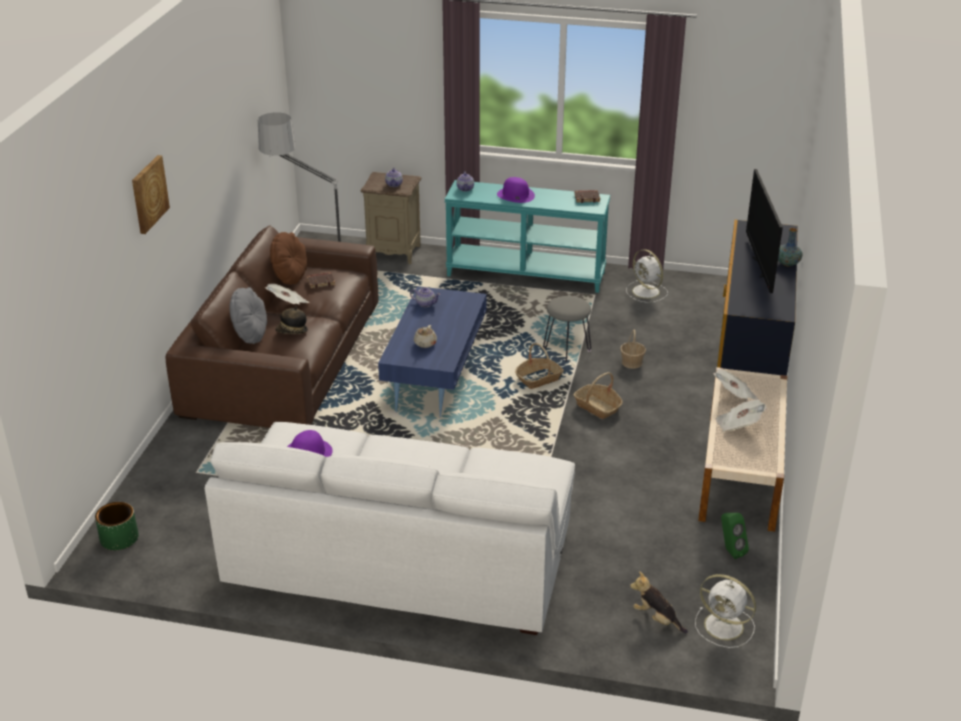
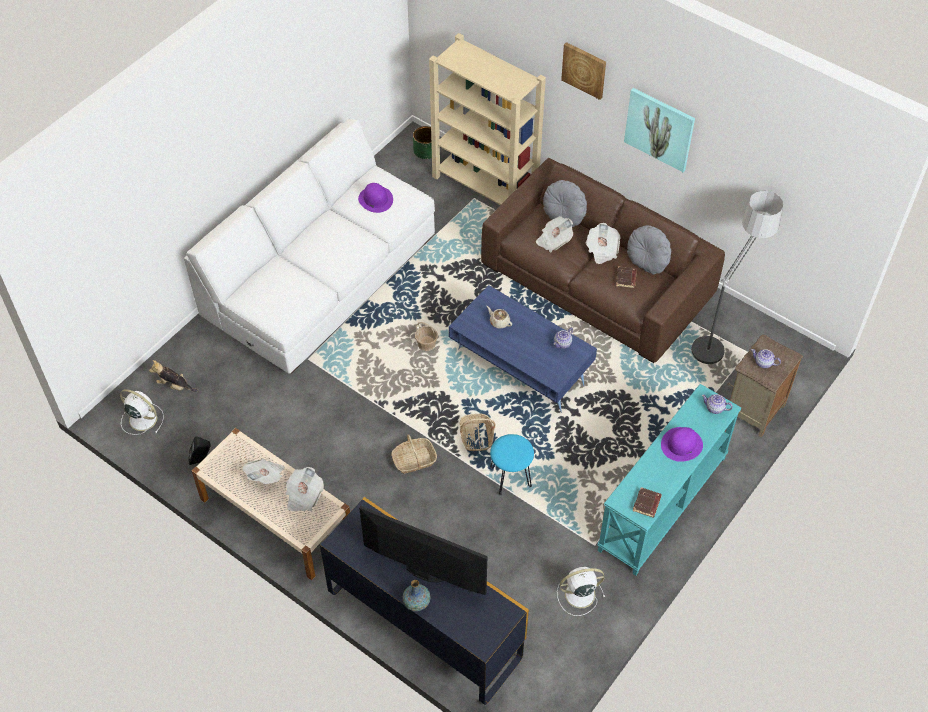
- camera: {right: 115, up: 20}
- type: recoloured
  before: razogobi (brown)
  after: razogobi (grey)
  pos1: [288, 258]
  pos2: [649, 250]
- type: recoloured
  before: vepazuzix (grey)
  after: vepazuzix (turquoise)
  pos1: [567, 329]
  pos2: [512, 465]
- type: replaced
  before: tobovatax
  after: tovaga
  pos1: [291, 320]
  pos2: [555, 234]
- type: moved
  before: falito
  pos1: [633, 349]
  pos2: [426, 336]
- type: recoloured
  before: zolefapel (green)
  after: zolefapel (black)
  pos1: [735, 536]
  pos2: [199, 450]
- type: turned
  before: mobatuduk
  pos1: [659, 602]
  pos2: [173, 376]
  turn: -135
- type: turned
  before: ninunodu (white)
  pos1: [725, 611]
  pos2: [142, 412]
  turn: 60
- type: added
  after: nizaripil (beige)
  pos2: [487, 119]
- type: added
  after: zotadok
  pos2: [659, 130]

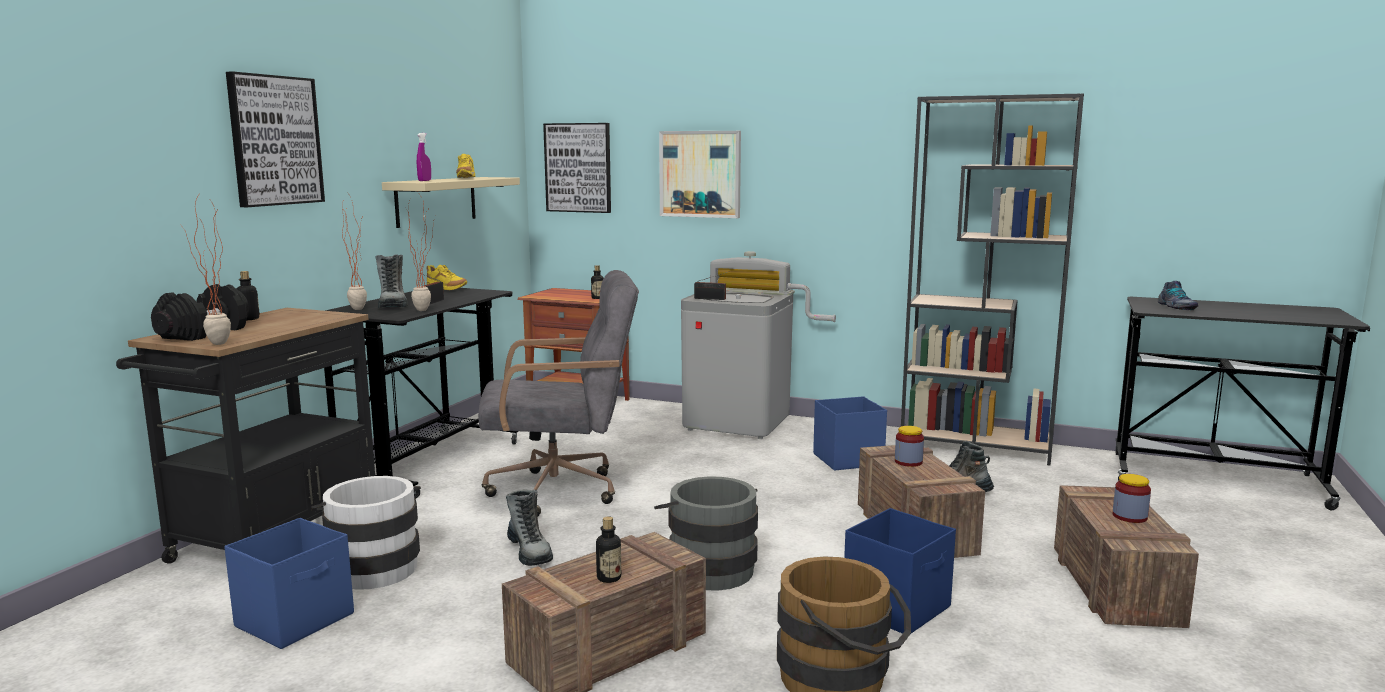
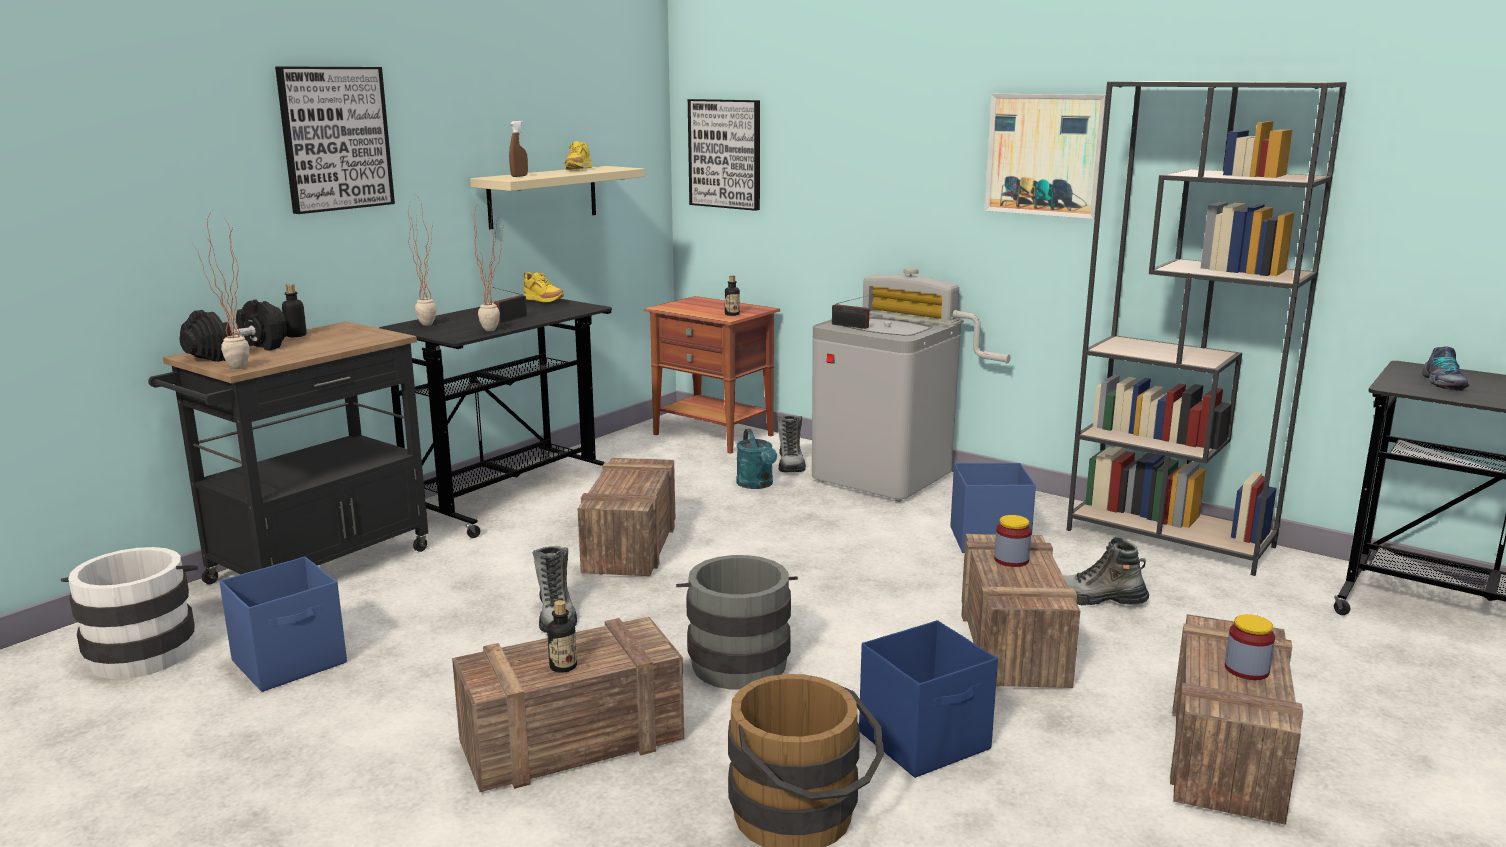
- camera: {right: 15, up: 5}
- type: moved
  before: zotadok
  pos1: [700, 174]
  pos2: [1045, 156]
- type: recoloured
  before: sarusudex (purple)
  after: sarusudex (brown)
  pos1: [424, 157]
  pos2: [518, 149]
- type: moved
  before: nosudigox
  pos1: [391, 281]
  pos2: [791, 443]
- type: replaced
  before: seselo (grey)
  after: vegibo
  pos1: [558, 393]
  pos2: [626, 517]
- type: moved
  before: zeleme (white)
  pos1: [366, 533]
  pos2: [129, 613]
- type: added
  after: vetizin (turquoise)
  pos2: [756, 459]

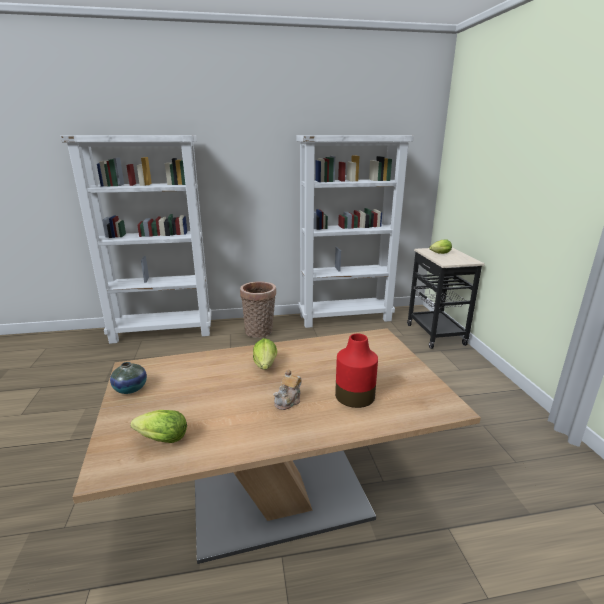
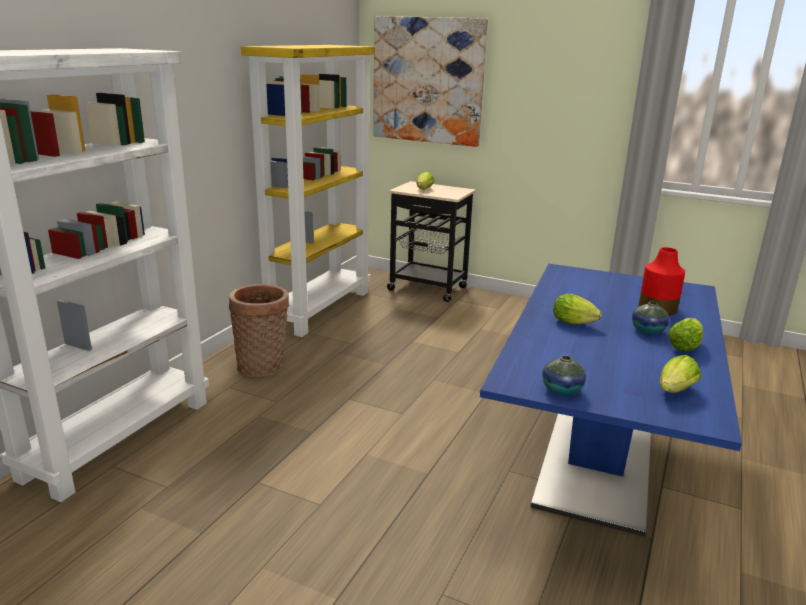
- camera: {right: -55, up: 0}
- type: recoloured
  before: nizaripil (white)
  after: nizaripil (yellow)
  pos1: [355, 231]
  pos2: [308, 191]
- type: recoloured
  before: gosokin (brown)
  after: gosokin (blue)
  pos1: [277, 446]
  pos2: [611, 400]
- type: replaced
  before: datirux
  after: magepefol
  pos1: [287, 390]
  pos2: [650, 317]
- type: added
  after: zotadok
  pos2: [430, 81]
- type: added
  after: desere
  pos2: [685, 334]

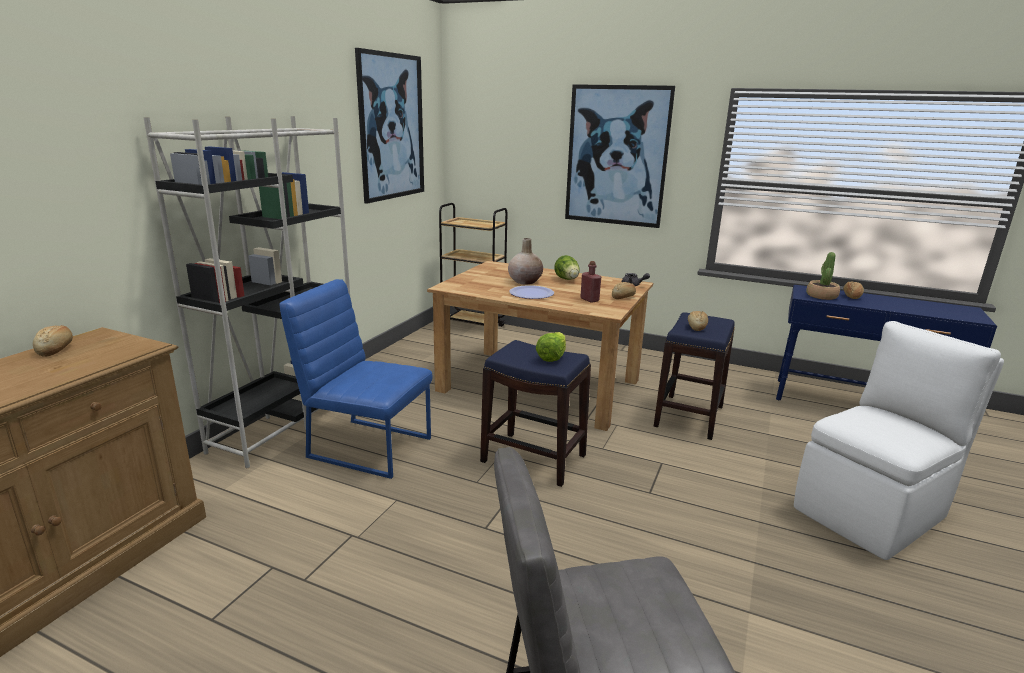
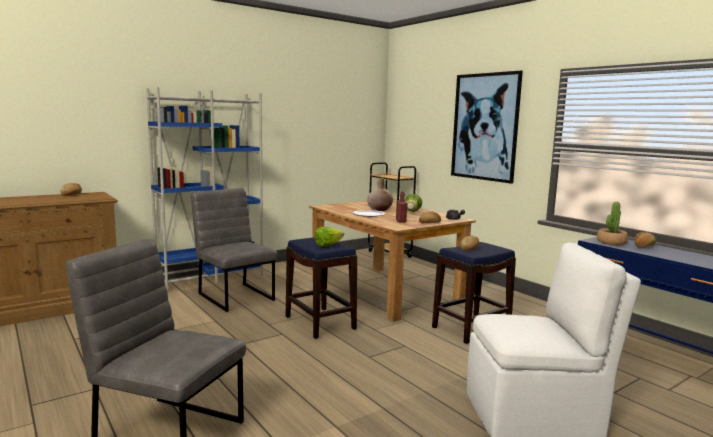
- camera: {right: 30, up: -10}
- type: removed
  before: zotadok
  pos1: [389, 126]
- type: recoloured
  before: nizaripil (black)
  after: nizaripil (blue)
  pos1: [246, 292]
  pos2: [204, 190]
- type: recoloured
  before: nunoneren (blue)
  after: nunoneren (grey)
  pos1: [356, 379]
  pos2: [234, 250]

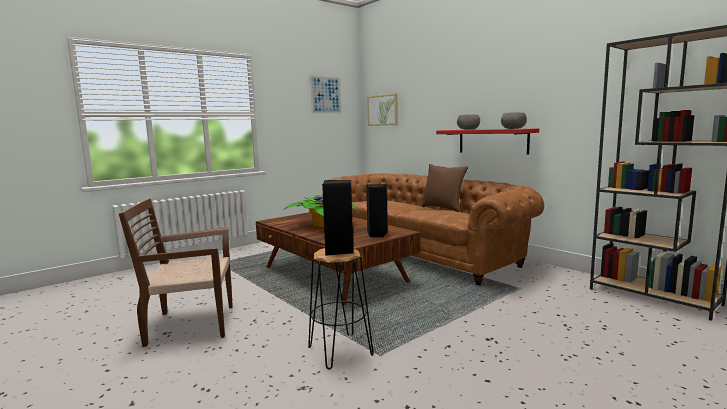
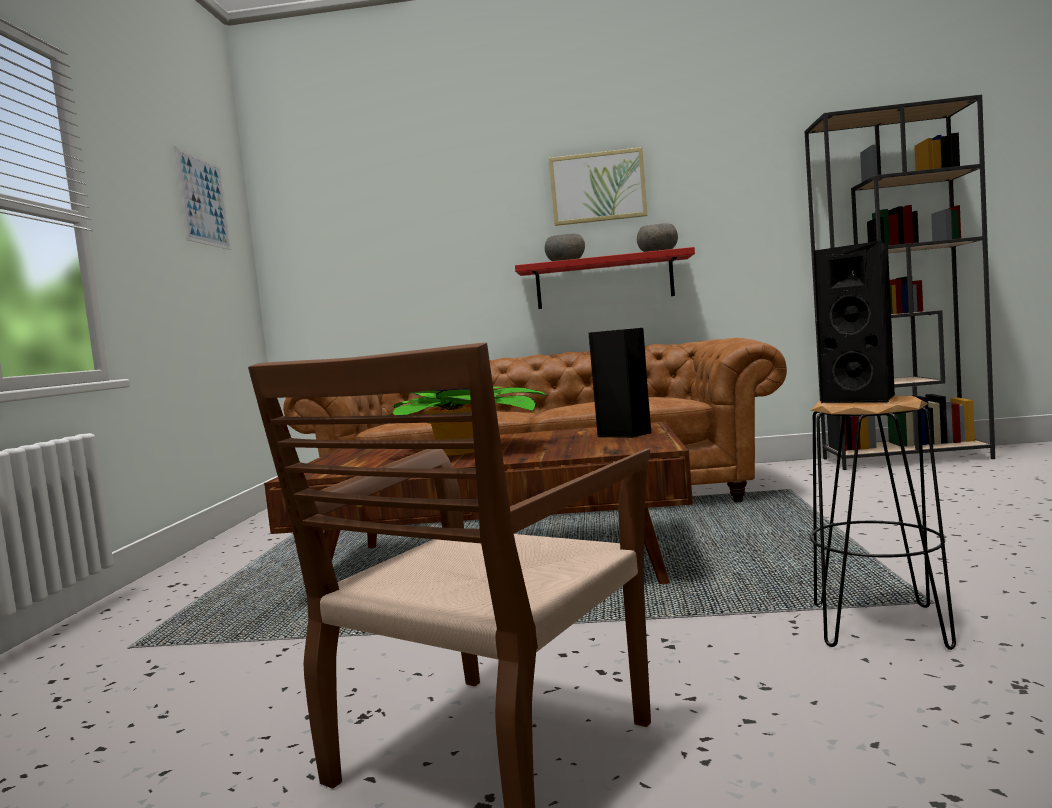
- camera: {right: -45, up: -5}
- type: moved
  before: zotadok
  pos1: [382, 109]
  pos2: [598, 186]
- type: removed
  before: razogobi (brown)
  pos1: [444, 188]

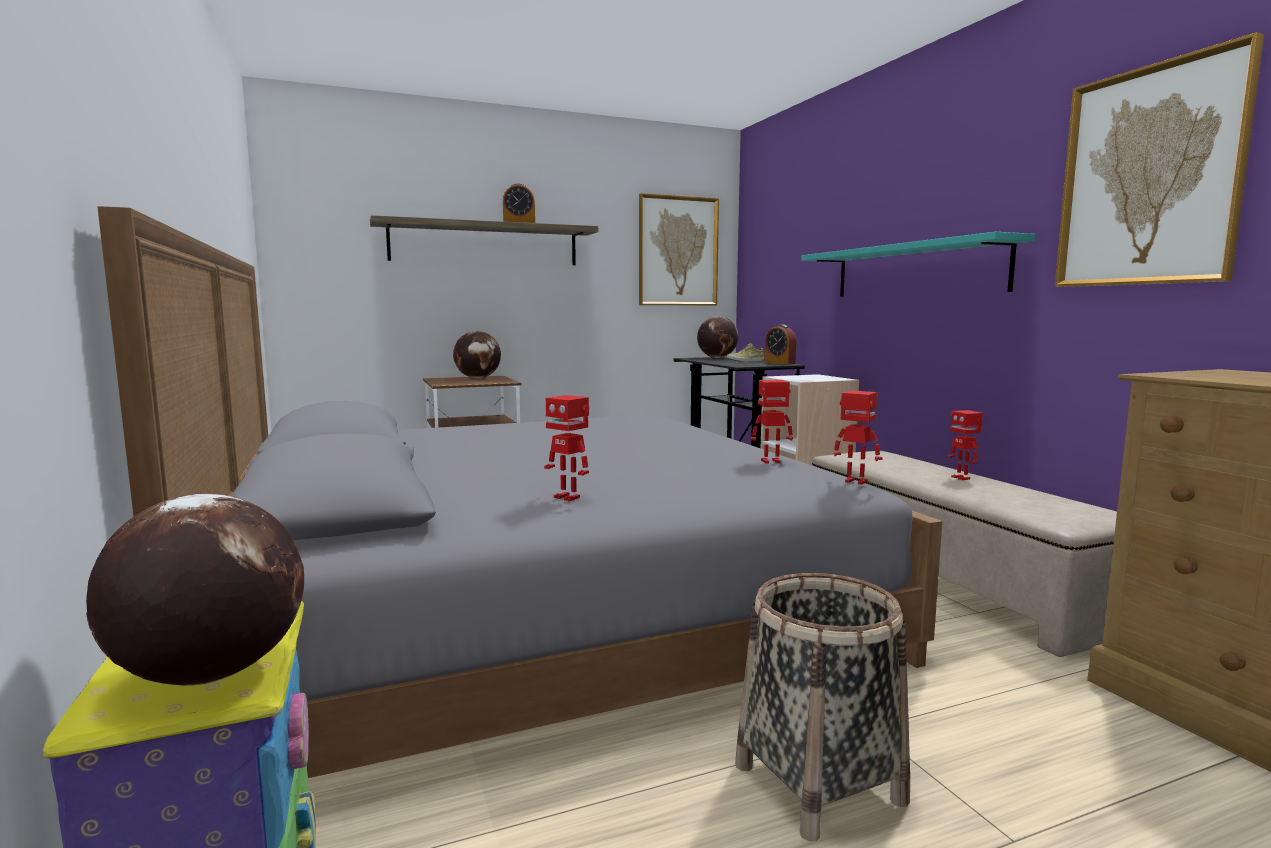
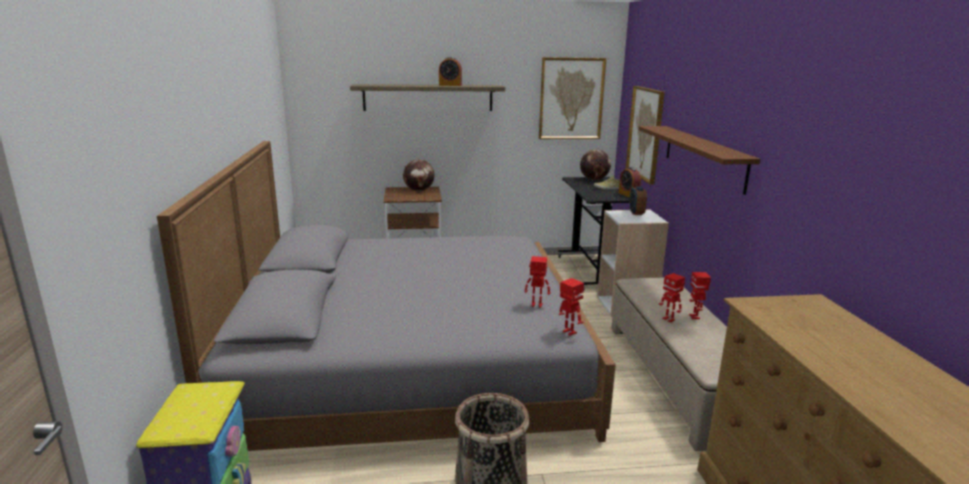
- camera: {right: 15, up: 10}
- type: moved
  before: zotadok
  pos1: [1159, 159]
  pos2: [645, 135]
- type: recoloured
  before: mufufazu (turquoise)
  after: mufufazu (brown)
  pos1: [918, 264]
  pos2: [699, 160]
- type: moved
  before: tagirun
  pos1: [566, 448]
  pos2: [672, 298]
- type: removed
  before: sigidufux
  pos1: [195, 590]
- type: added
  after: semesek
  pos2: [638, 200]

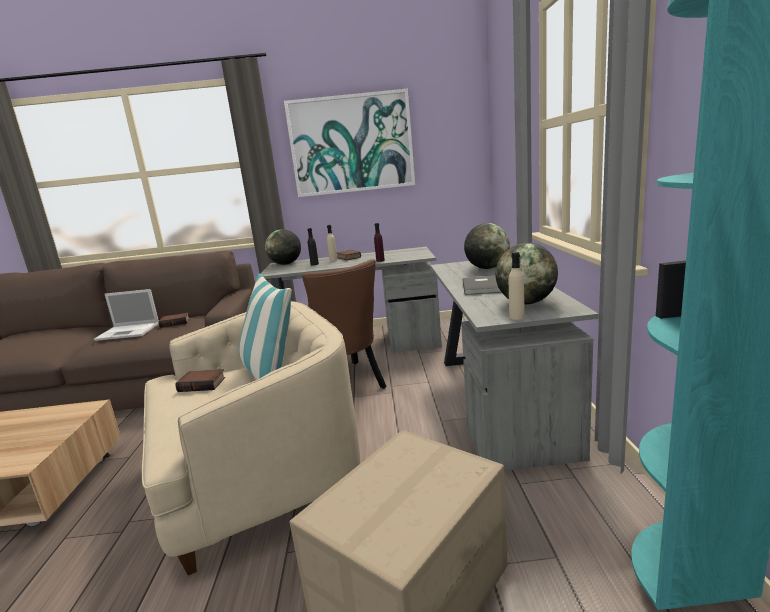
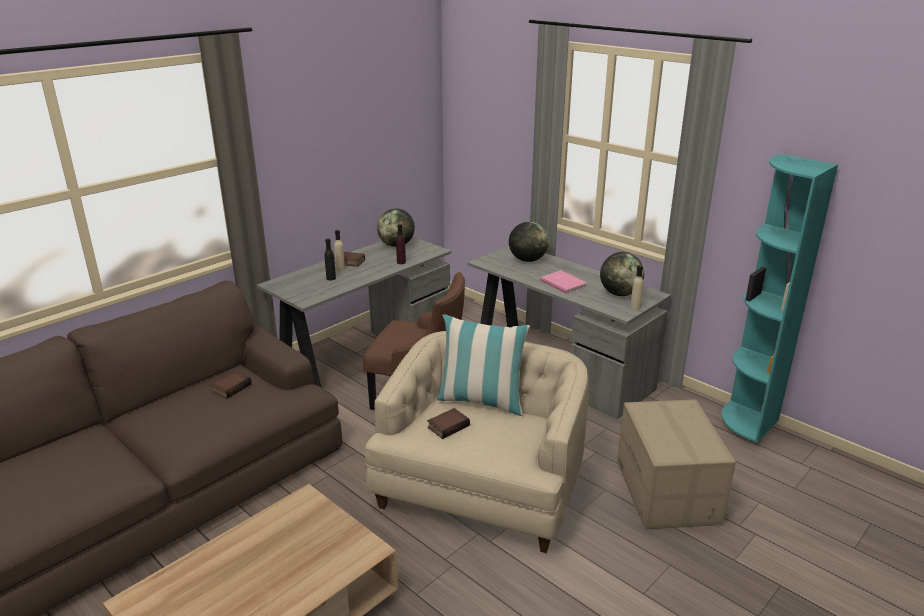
- camera: {right: -45, up: 10}
- type: removed
  before: zotadok
  pos1: [349, 143]
- type: moved
  before: sigidufux
  pos1: [283, 247]
  pos2: [396, 228]
- type: recoloured
  before: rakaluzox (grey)
  after: rakaluzox (pink)
  pos1: [482, 285]
  pos2: [563, 282]
- type: removed
  before: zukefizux
  pos1: [126, 315]

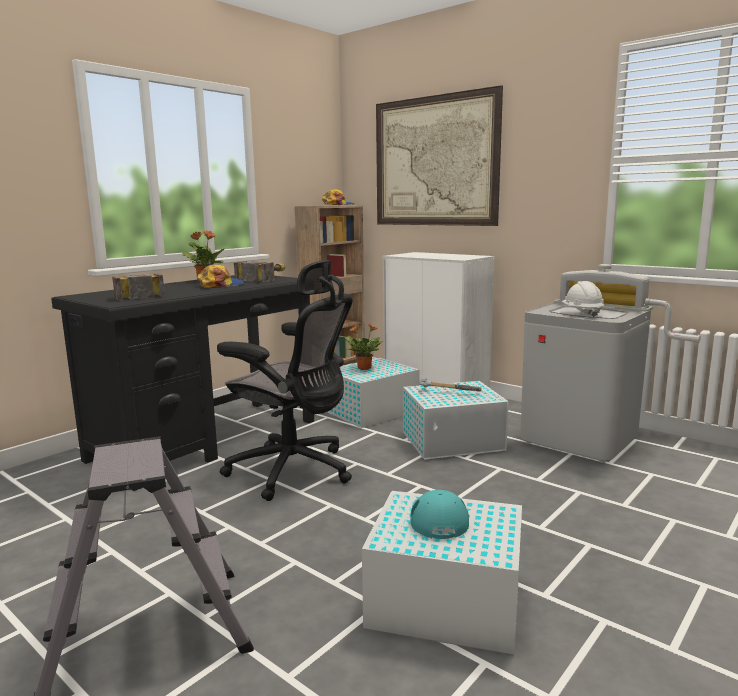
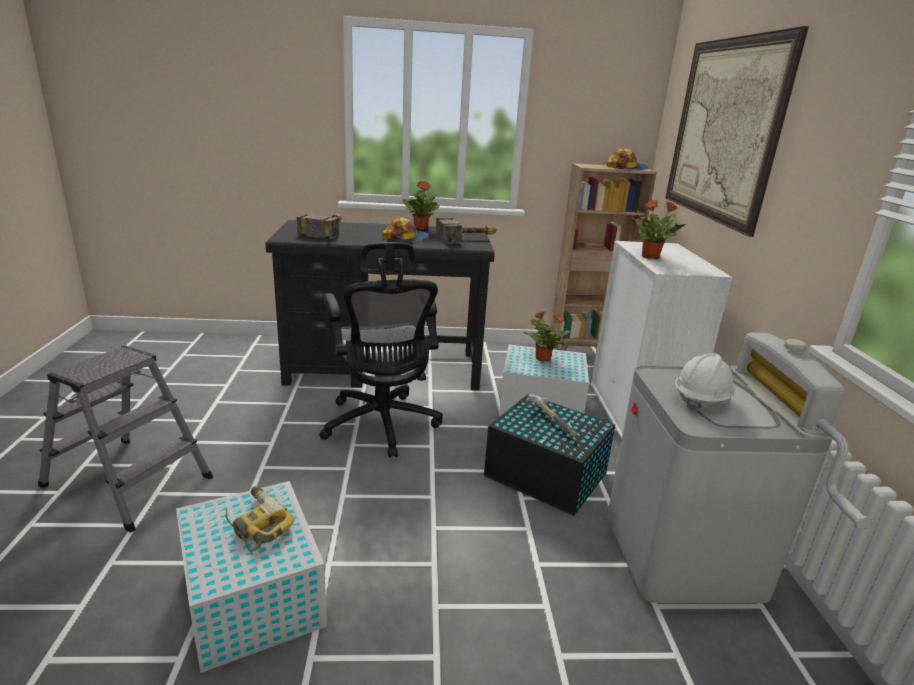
- camera: {right: 45, up: 10}
- type: recoloured
  before: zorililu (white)
  after: zorililu (black)
  pos1: [456, 420]
  pos2: [549, 454]
- type: replaced
  before: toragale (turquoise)
  after: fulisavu
  pos1: [439, 514]
  pos2: [260, 519]
- type: added
  after: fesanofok
  pos2: [658, 229]

